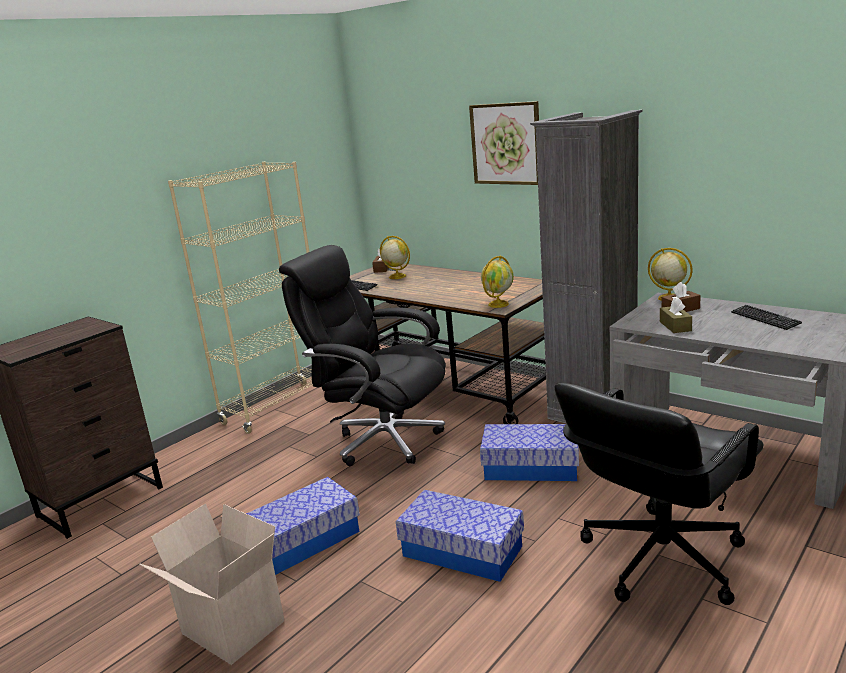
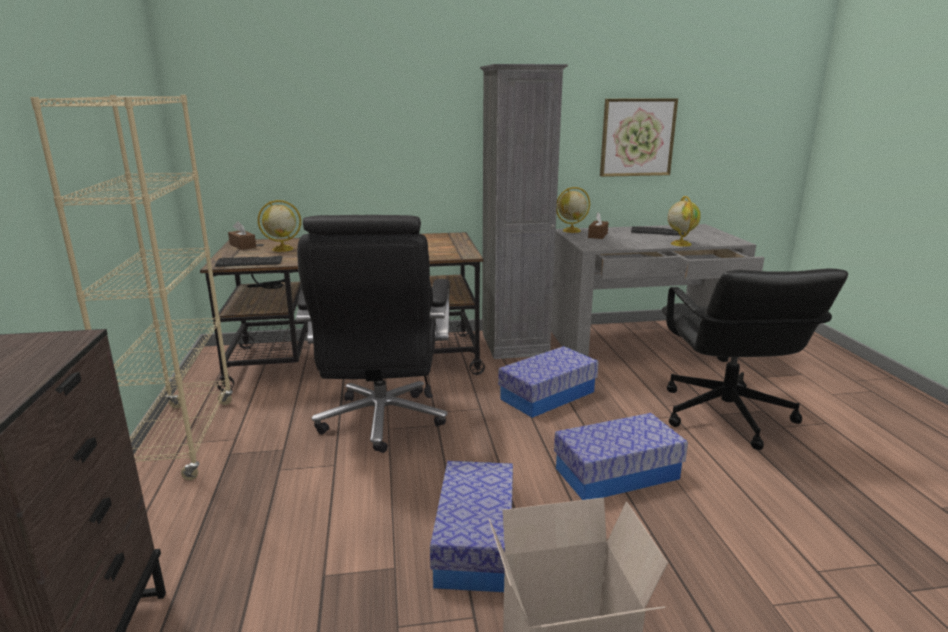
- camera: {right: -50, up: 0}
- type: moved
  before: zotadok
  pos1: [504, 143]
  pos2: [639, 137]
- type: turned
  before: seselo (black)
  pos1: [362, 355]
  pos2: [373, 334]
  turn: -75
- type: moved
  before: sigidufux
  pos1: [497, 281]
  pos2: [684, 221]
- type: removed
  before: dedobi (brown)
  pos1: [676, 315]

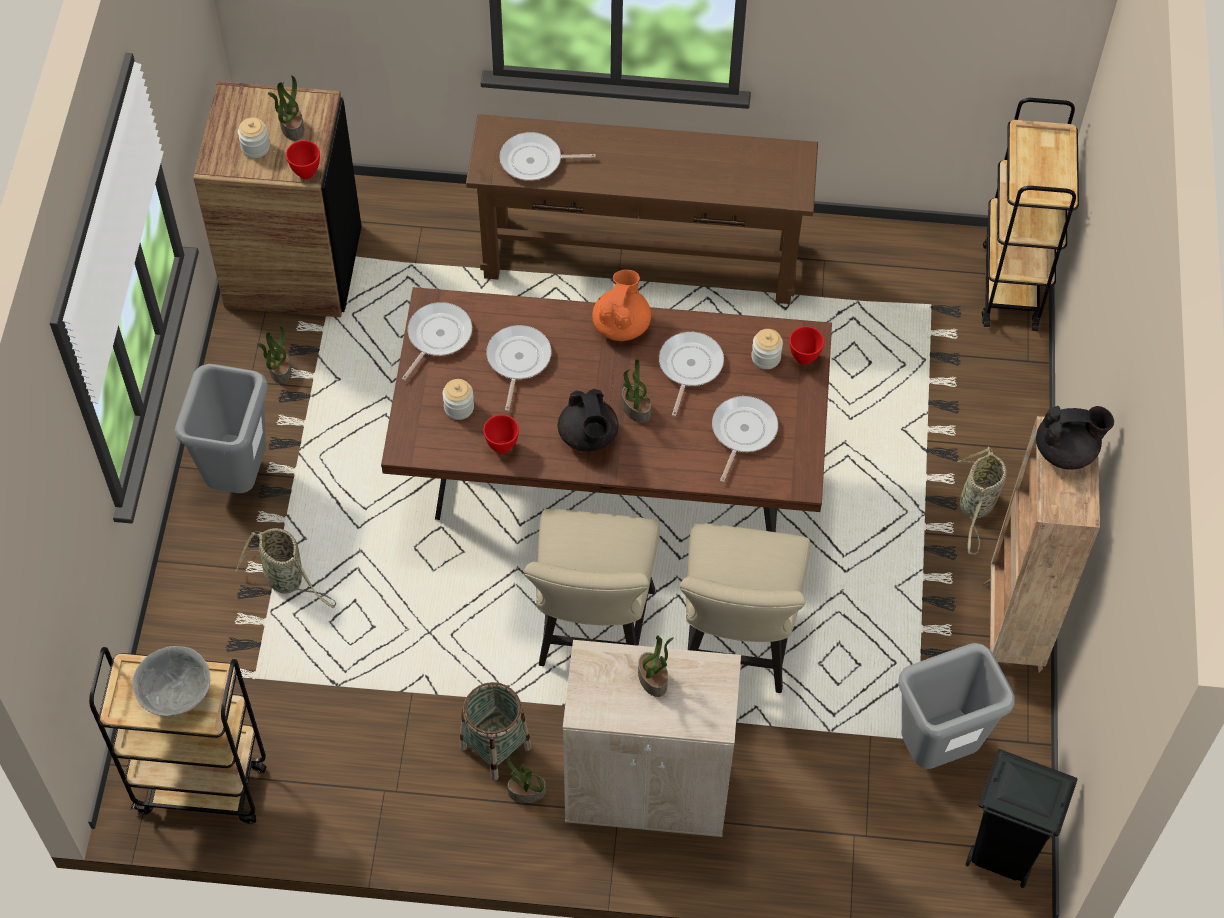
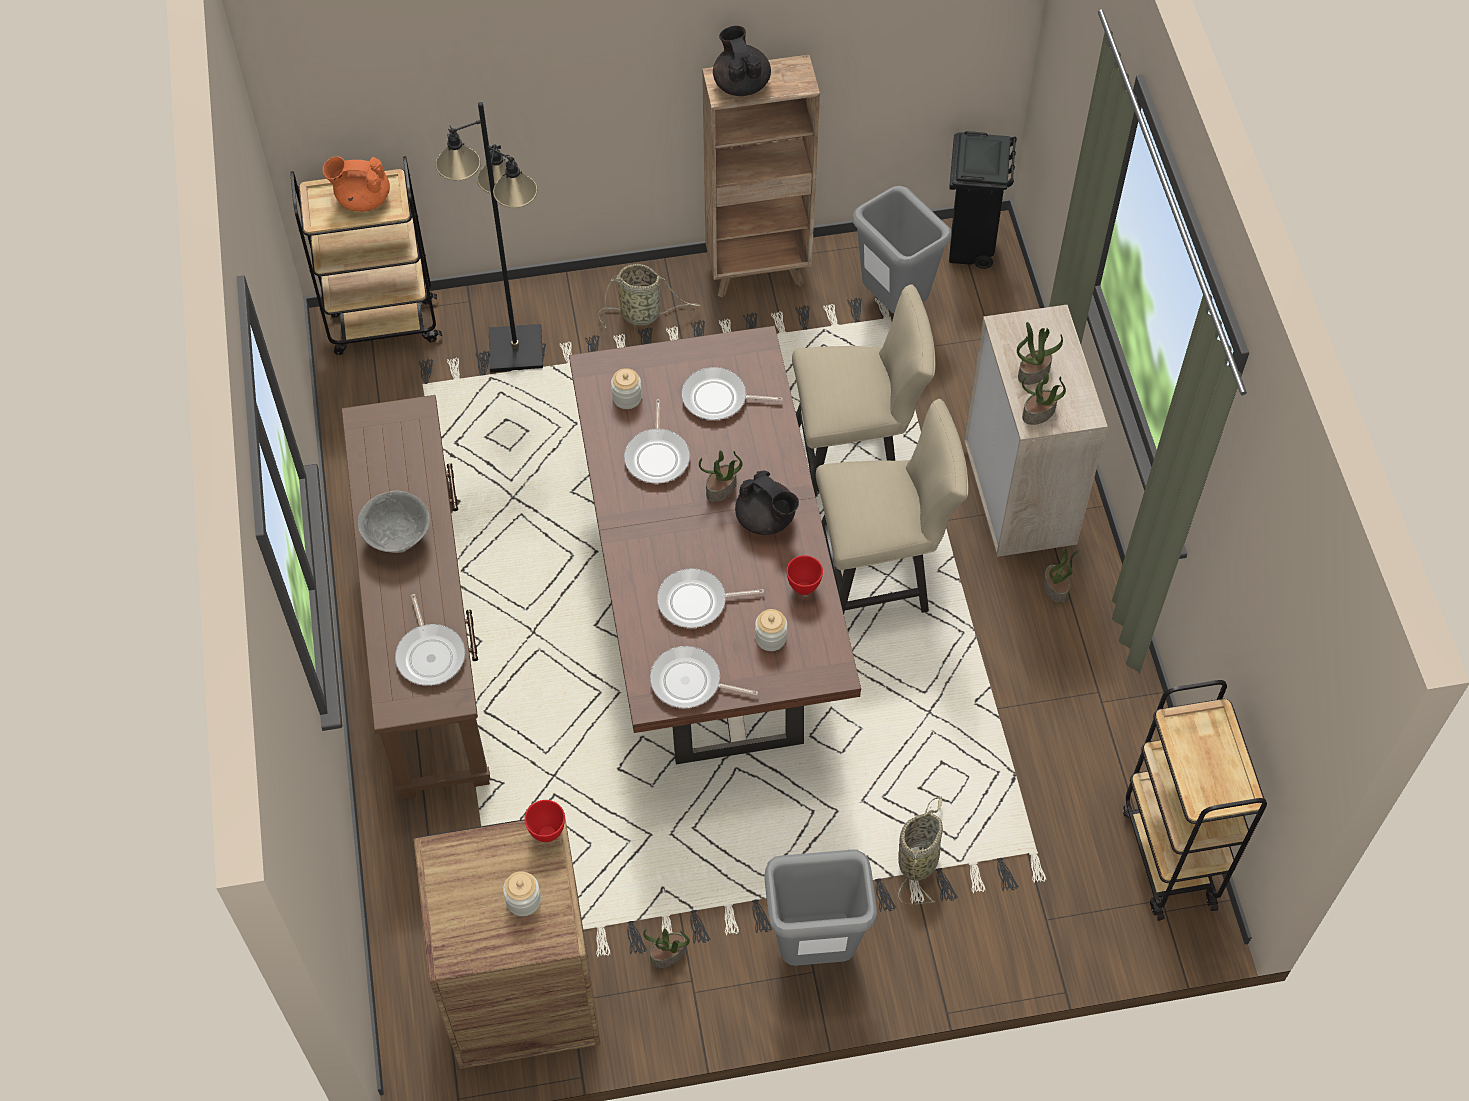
- camera: {right: -105, up: 0}
- type: moved
  before: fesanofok
  pos1: [286, 108]
  pos2: [1044, 398]
- type: moved
  before: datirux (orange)
  pos1: [621, 305]
  pos2: [356, 184]
- type: removed
  before: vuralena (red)
  pos1: [807, 345]
- type: turned
  before: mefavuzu
  pos1: [691, 374]
  pos2: [657, 441]
  turn: -90
- type: turned
  before: datirux (black)
  pos1: [588, 420]
  pos2: [767, 503]
  turn: 75
- type: moved
  before: vuralena (grey)
  pos1: [171, 681]
  pos2: [394, 522]
- type: removed
  before: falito
  pos1: [496, 731]
- type: added
  after: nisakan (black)
  pos2: [489, 237]

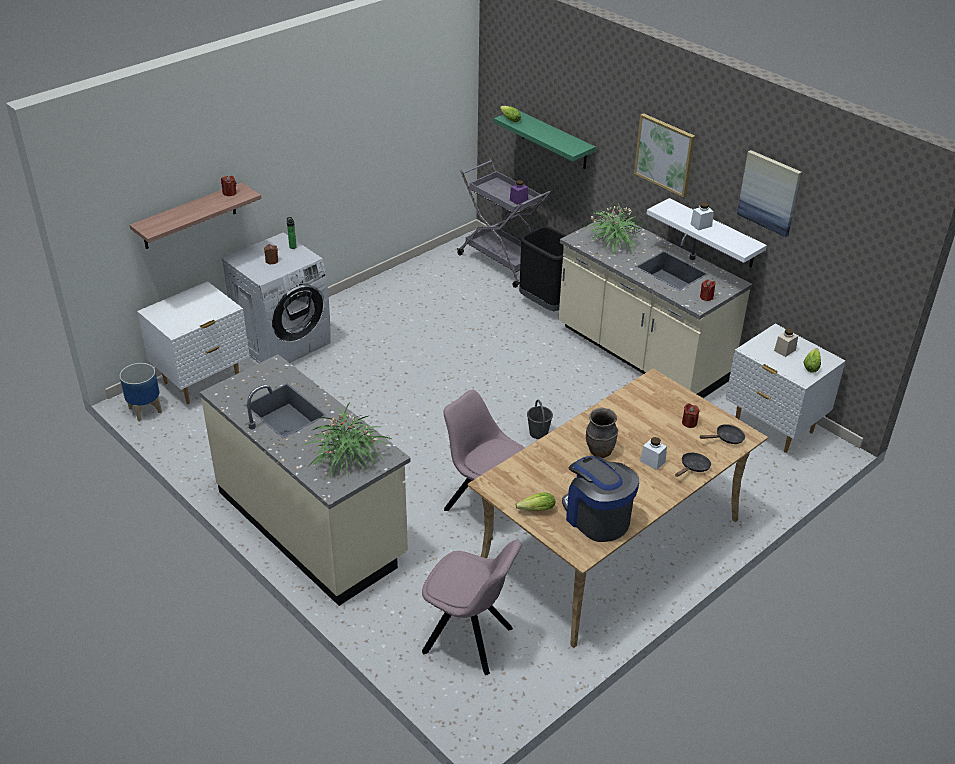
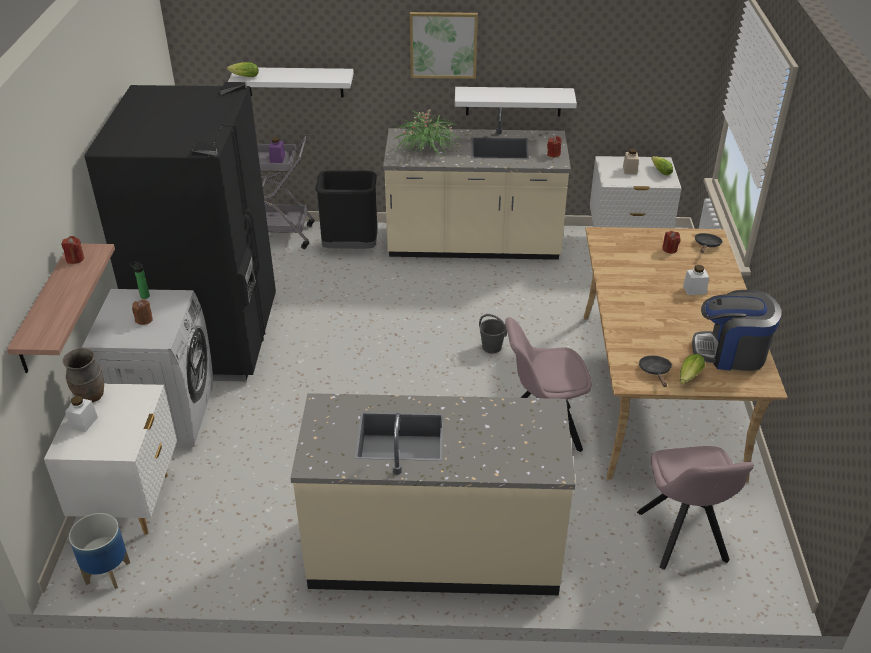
- camera: {right: -45, up: 0}
- type: recoloured
  before: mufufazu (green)
  after: mufufazu (white)
  pos1: [545, 140]
  pos2: [291, 83]
- type: removed
  before: zotadok
  pos1: [769, 193]
- type: moved
  before: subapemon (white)
  pos1: [702, 216]
  pos2: [81, 414]
- type: removed
  before: fesanofok
  pos1: [346, 440]
- type: moved
  before: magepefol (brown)
  pos1: [602, 433]
  pos2: [83, 375]
- type: moved
  before: mefavuzu (black)
  pos1: [693, 465]
  pos2: [655, 371]
- type: turned
  before: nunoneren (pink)
  pos1: [471, 607]
  pos2: [695, 508]
  turn: 105
- type: added
  after: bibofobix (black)
  pos2: [180, 232]

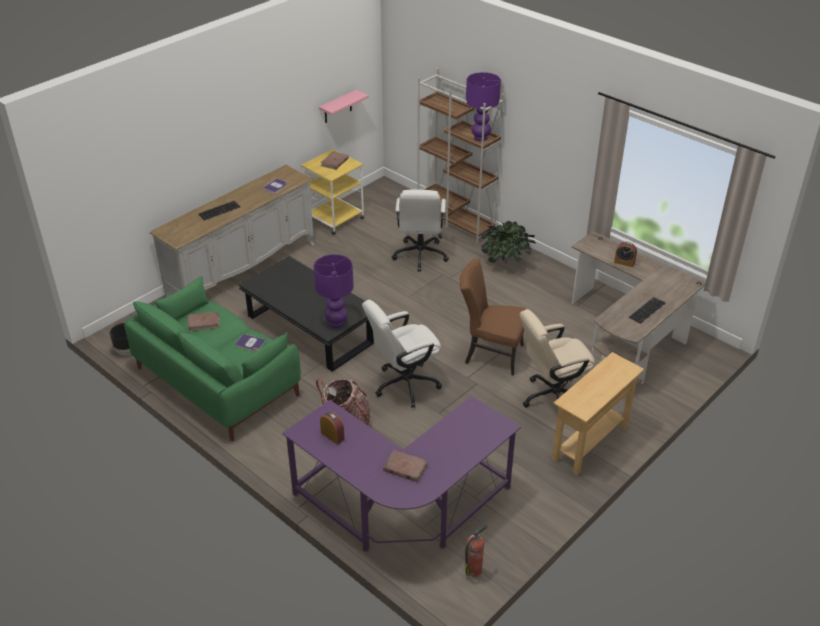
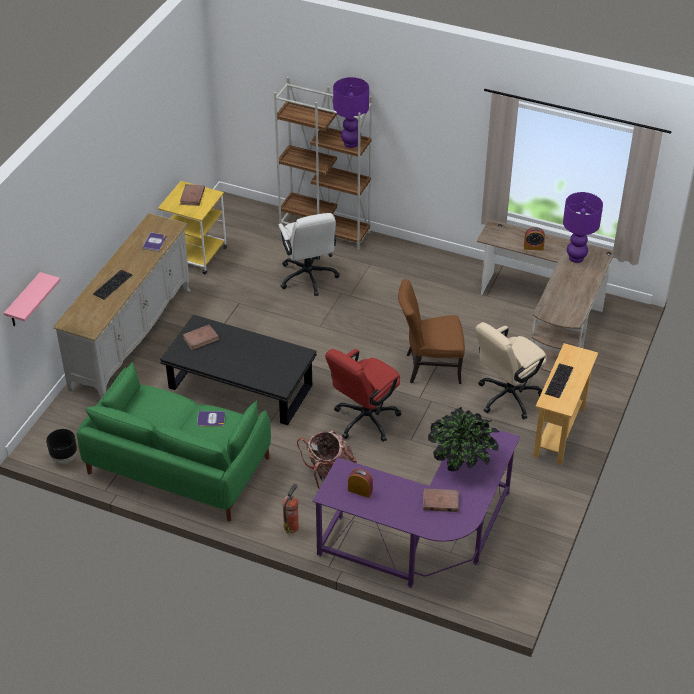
- camera: {right: -20, up: 5}
- type: moved
  before: mufufazu (pink)
  pos1: [344, 106]
  pos2: [32, 299]
- type: moved
  before: fesanofok
  pos1: [508, 242]
  pos2: [463, 439]
- type: moved
  before: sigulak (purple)
  pos1: [334, 291]
  pos2: [583, 227]
- type: moved
  before: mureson
  pos1: [647, 310]
  pos2: [559, 380]
- type: recoloured
  before: seselo (white)
  after: seselo (red)
  pos1: [402, 354]
  pos2: [363, 395]
- type: moved
  before: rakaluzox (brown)
  pos1: [204, 321]
  pos2: [201, 337]
- type: moved
  before: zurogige
  pos1: [476, 549]
  pos2: [290, 508]

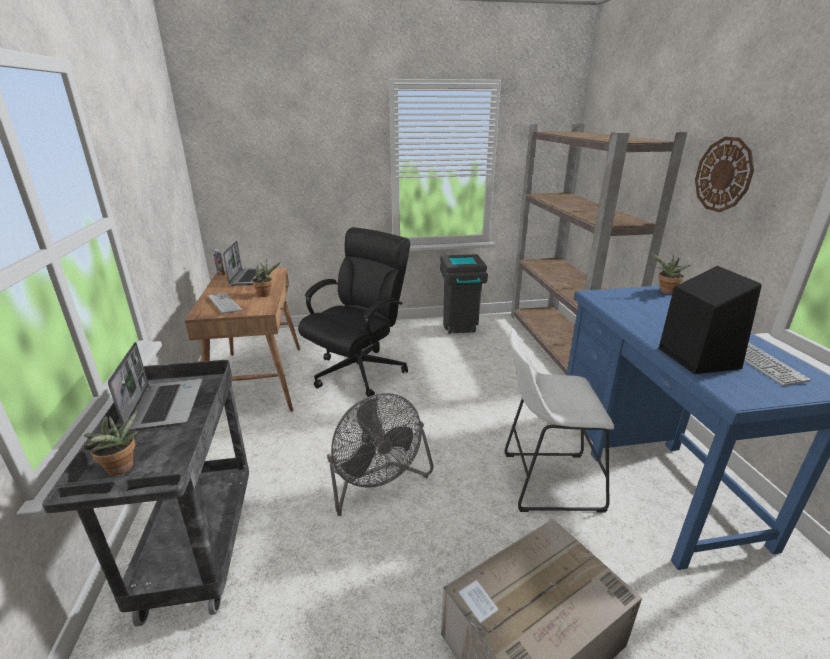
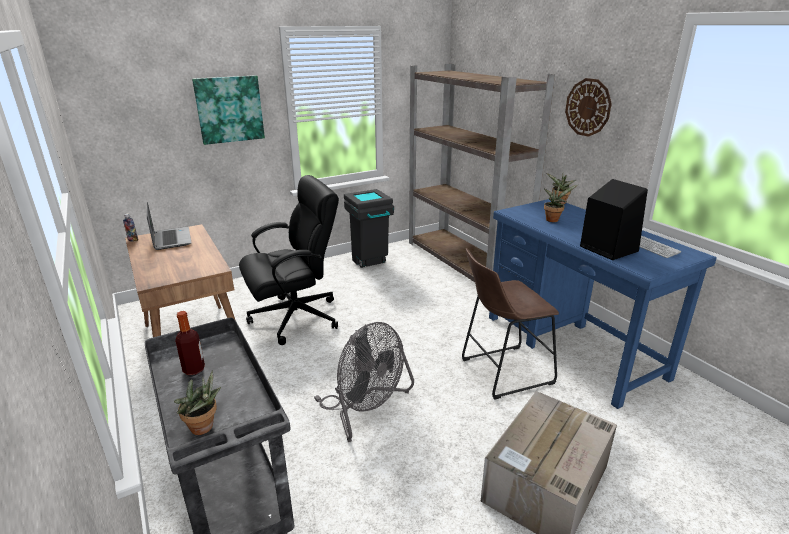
- camera: {right: -20, up: 0}
- type: turned
  before: seselo (black)
  pos1: [354, 312]
  pos2: [289, 260]
  turn: 45
- type: moved
  before: fesanofok
  pos1: [266, 278]
  pos2: [561, 203]
- type: removed
  before: mureson
  pos1: [225, 303]
- type: recoloured
  before: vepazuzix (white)
  after: vepazuzix (brown)
  pos1: [559, 420]
  pos2: [510, 324]
- type: replaced
  before: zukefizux
  after: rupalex
  pos1: [155, 386]
  pos2: [190, 343]
- type: added
  after: zotadok
  pos2: [228, 110]

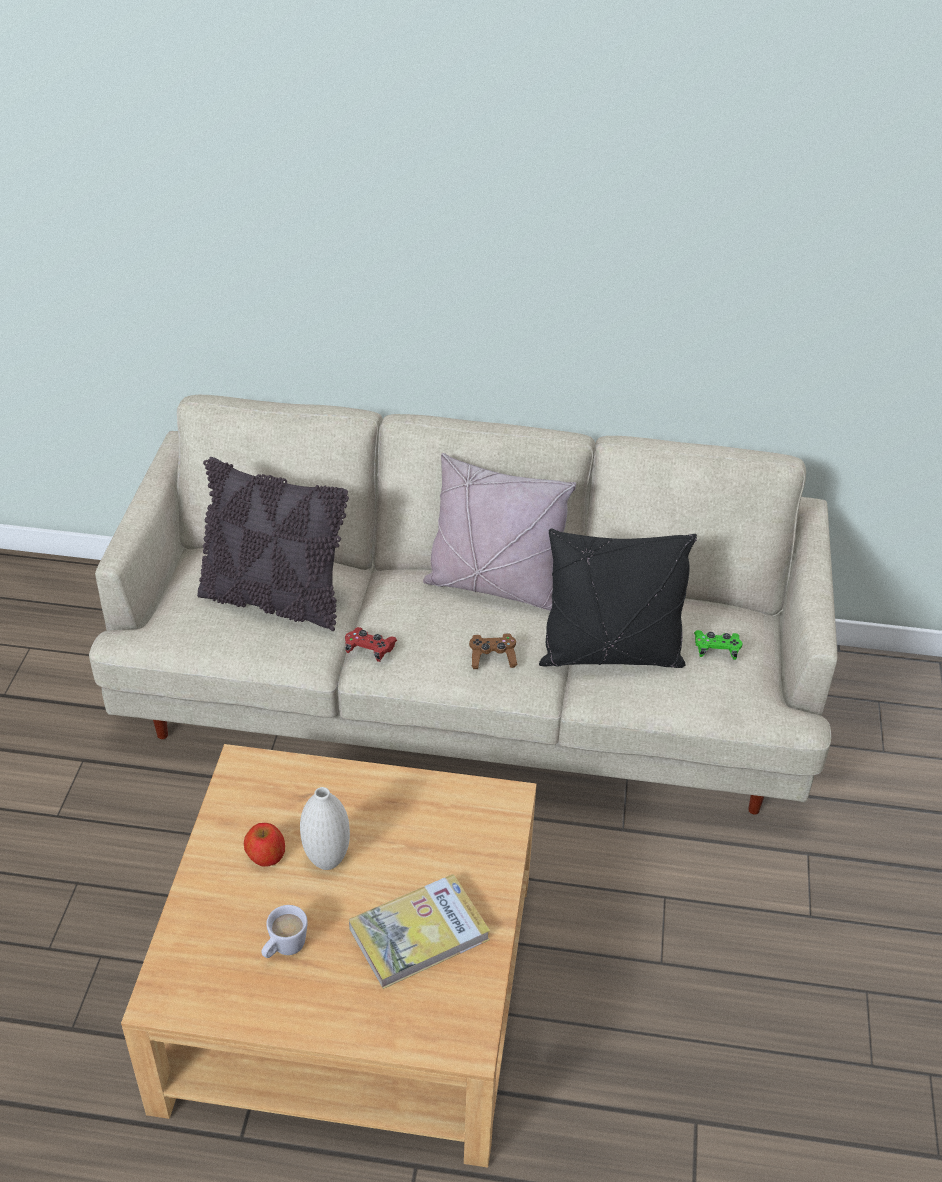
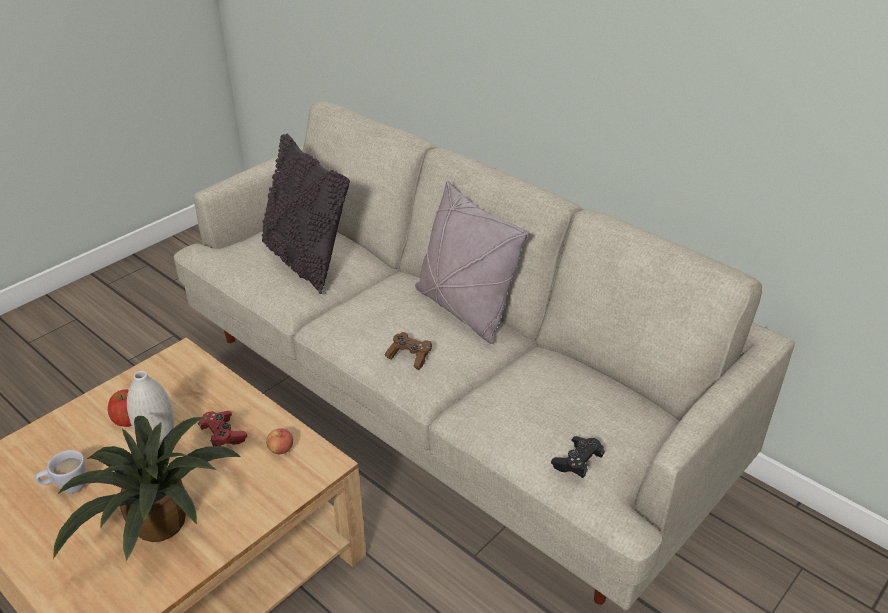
- camera: {right: 35, up: -5}
- type: removed
  before: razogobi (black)
  pos1: [618, 598]
- type: moved
  before: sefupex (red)
  pos1: [371, 644]
  pos2: [222, 428]
- type: removed
  before: sefupex (green)
  pos1: [718, 645]
- type: replaced
  before: rakaluzox
  after: fesanofok
  pos1: [419, 931]
  pos2: [147, 488]
- type: added
  after: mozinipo
  pos2: [279, 441]
- type: added
  after: sefupex (black)
  pos2: [578, 457]

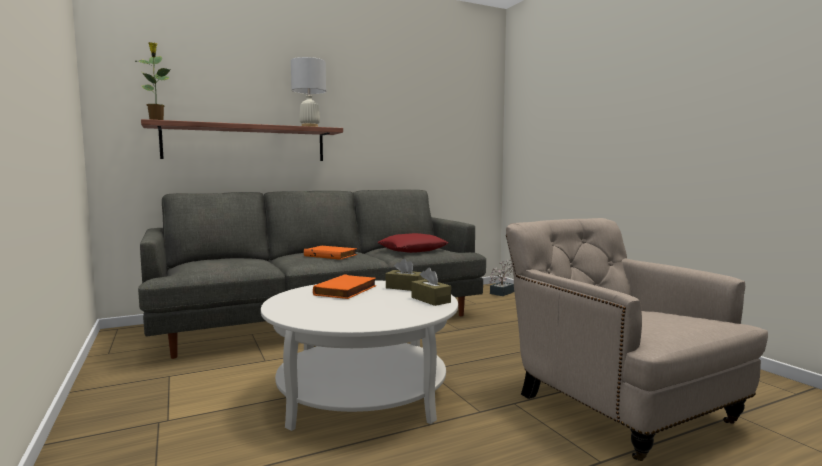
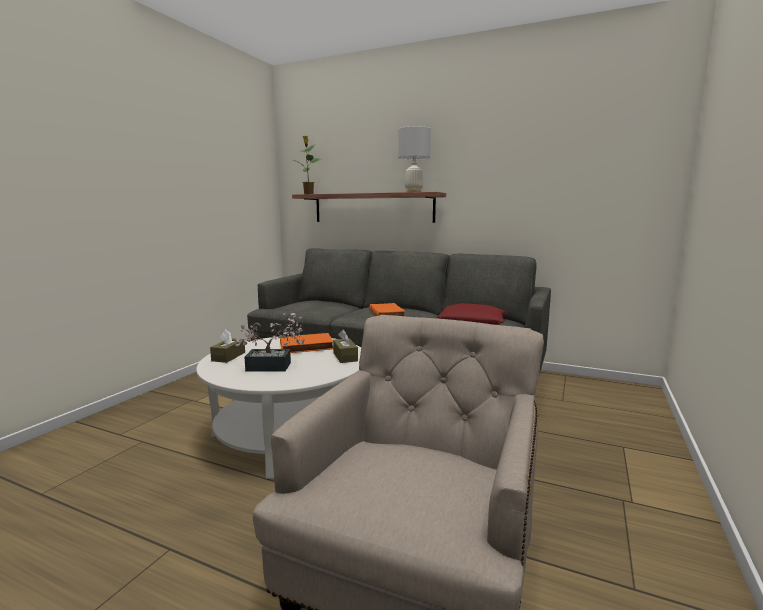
- camera: {right: 50, up: 5}
- type: moved
  before: fesanofok
  pos1: [501, 277]
  pos2: [270, 342]
- type: moved
  before: dedobi (brown)
  pos1: [431, 287]
  pos2: [227, 346]

